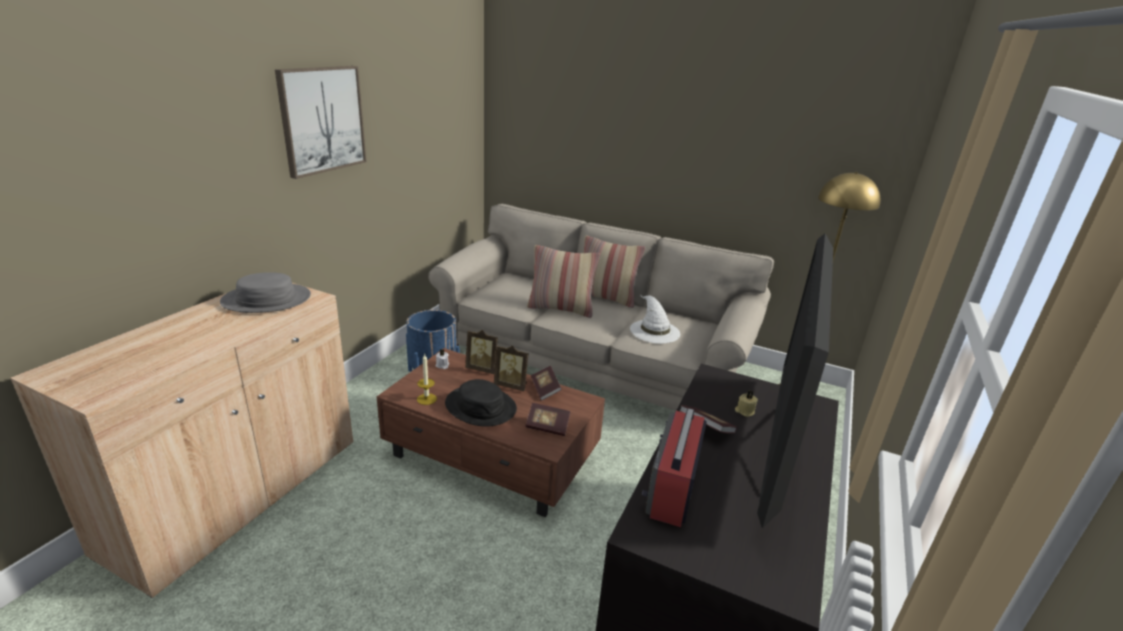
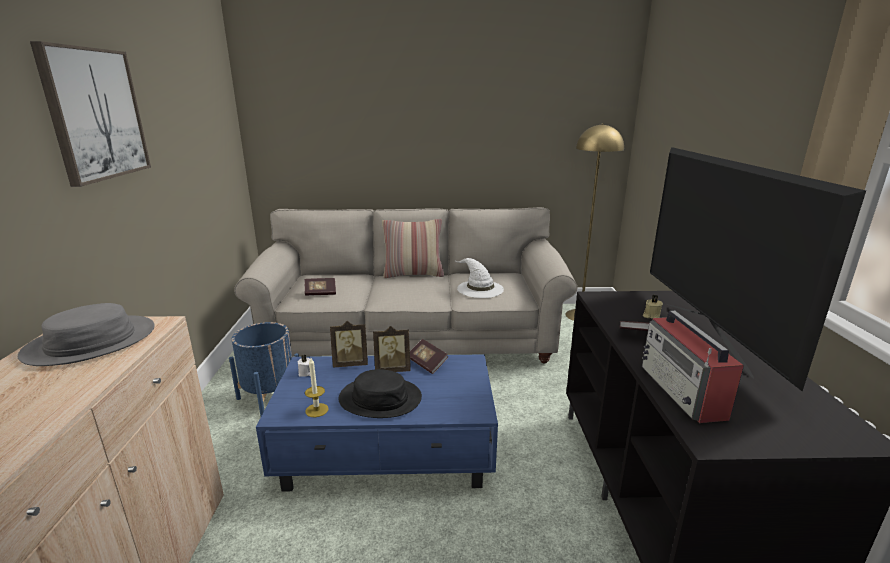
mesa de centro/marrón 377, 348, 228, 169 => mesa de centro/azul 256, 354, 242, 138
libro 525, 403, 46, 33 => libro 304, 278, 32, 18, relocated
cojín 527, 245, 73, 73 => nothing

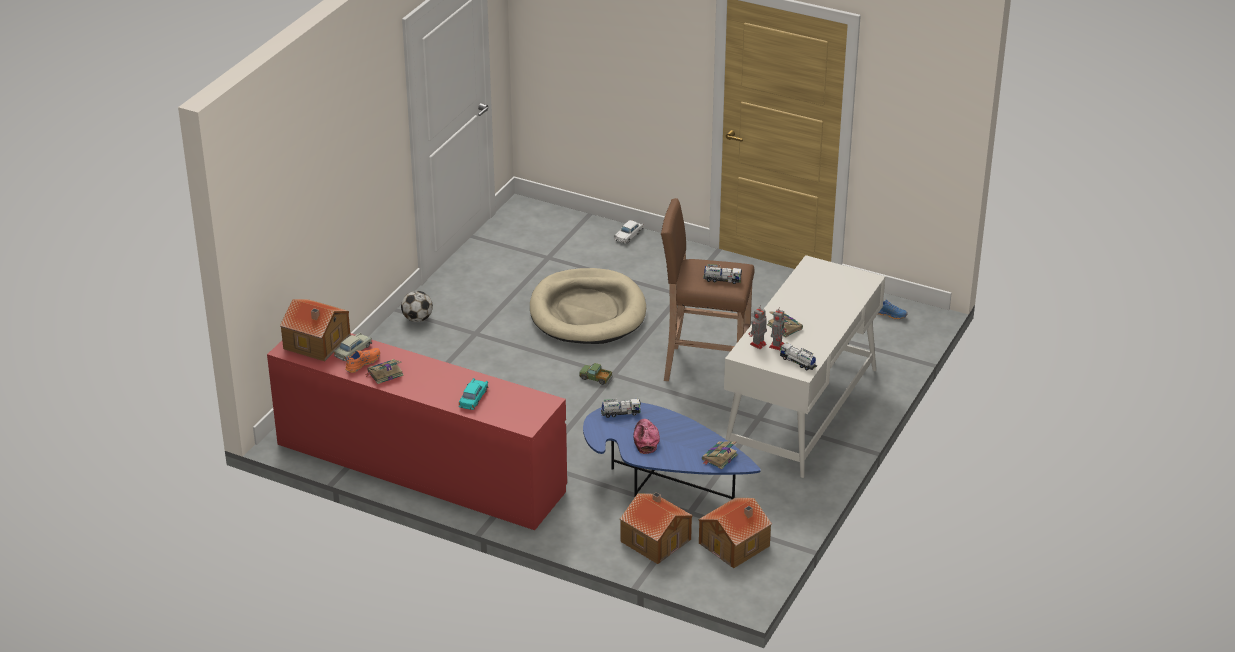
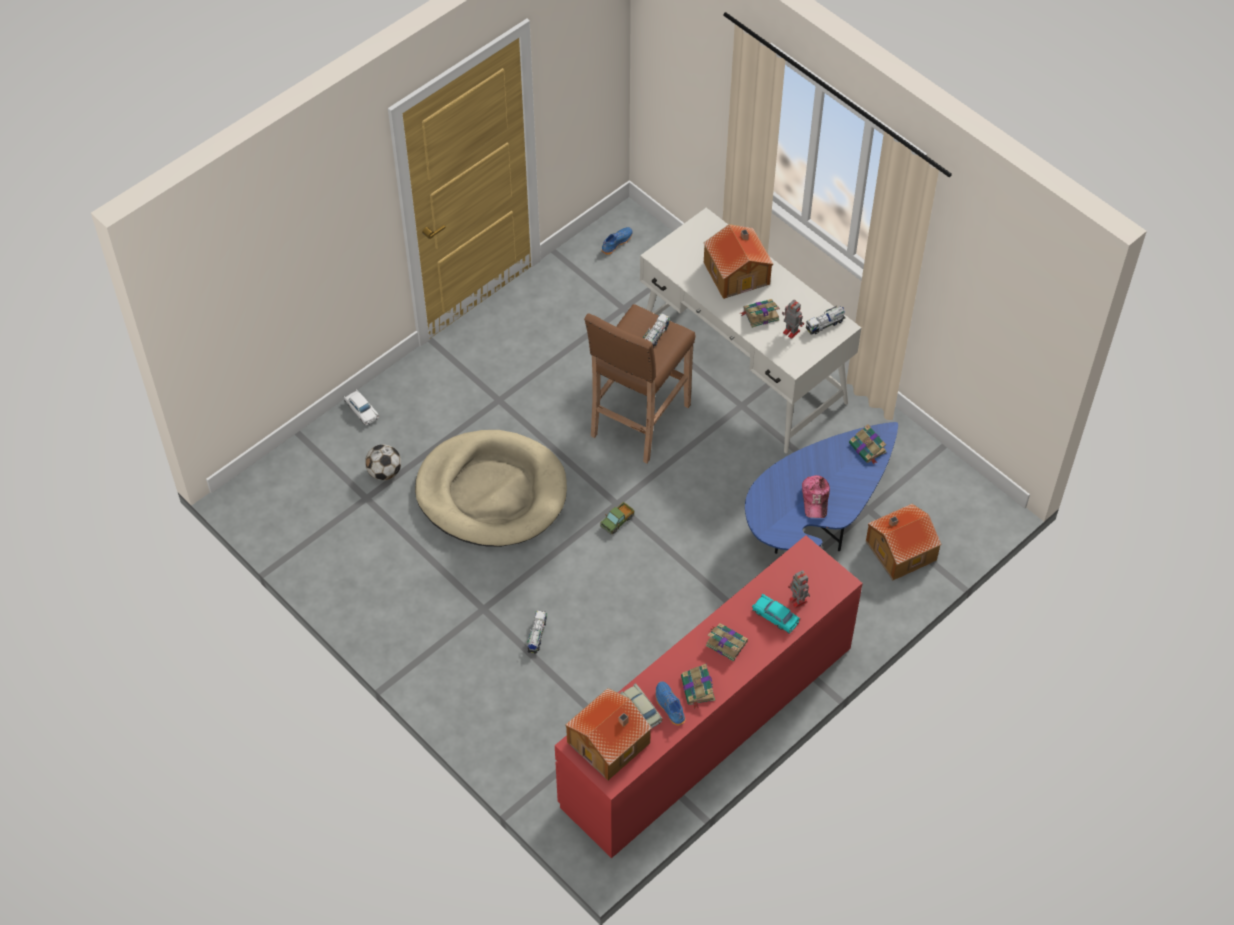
balón de fútbol 401, 291, 32, 31 => balón de fútbol 365, 444, 36, 36, relocated
camión de juguete 601, 398, 40, 20 => camión de juguete 528, 610, 19, 44, relocated
zapato/naranja 345, 348, 35, 25 => zapato/azul 655, 681, 31, 44
casita 698, 498, 74, 70 => casita 704, 224, 69, 75, relocated
nothing => libro 706, 623, 42, 39
robot de juguete 749, 306, 18, 43 => robot de juguete 788, 570, 22, 39, relocated
gorra 633, 419, 27, 35 => gorra 802, 475, 28, 43, 105 degrees counterclockwise

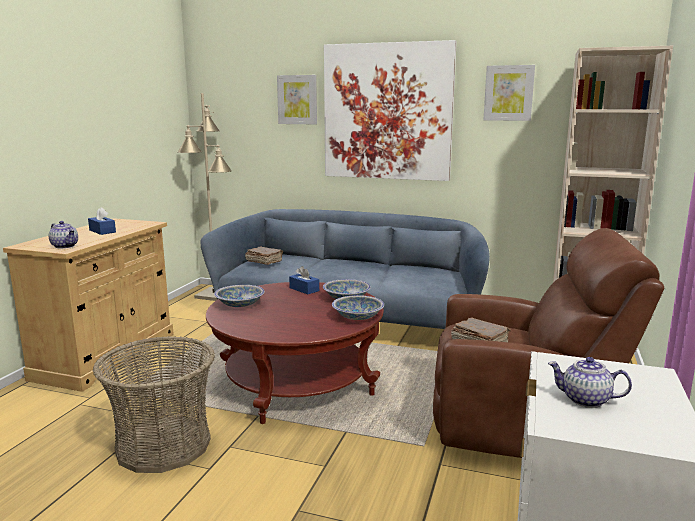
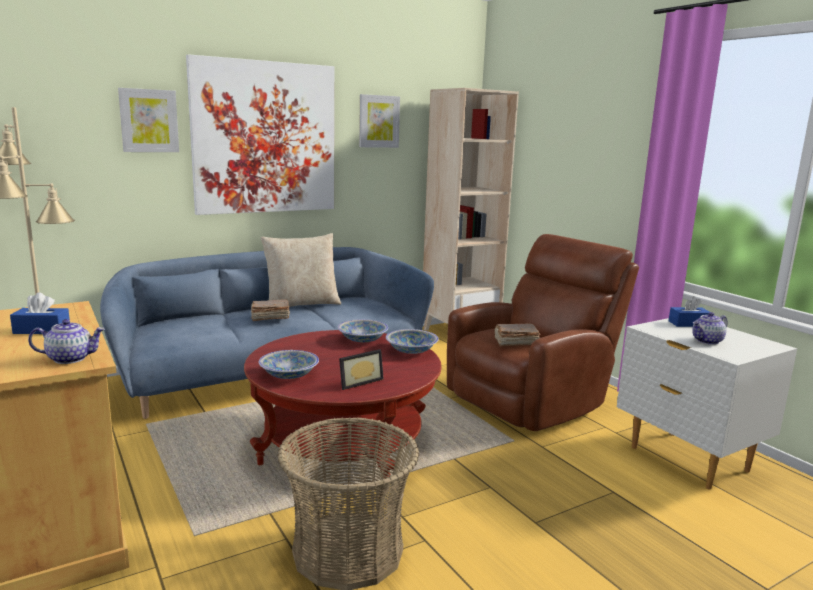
libro/marrón 245, 246, 38, 19 => libro/marrón 251, 299, 39, 22, relocated
nothing => cojín/beis 261, 233, 80, 74
nothing => portarretratos 339, 349, 45, 41
caja de pañuelos/azul 289, 266, 30, 28 => caja de pañuelos/azul 669, 296, 41, 31, relocated

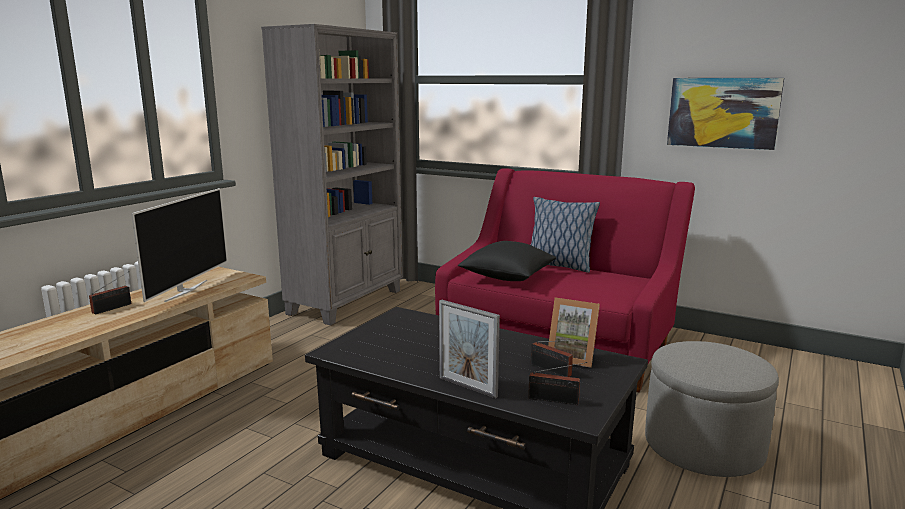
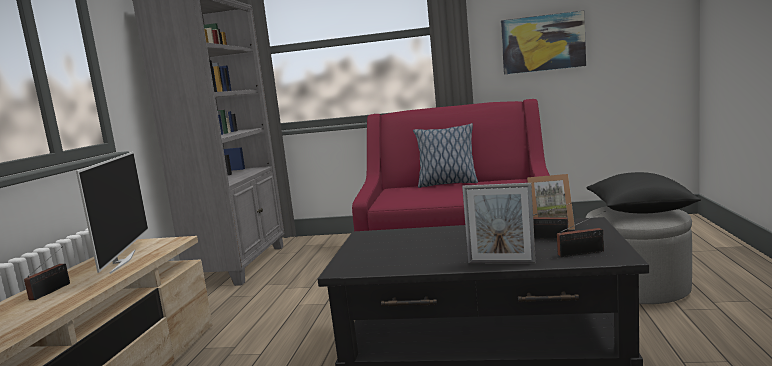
cojín/negro 458, 241, 98, 40 => cojín/negro 587, 172, 114, 41, relocated

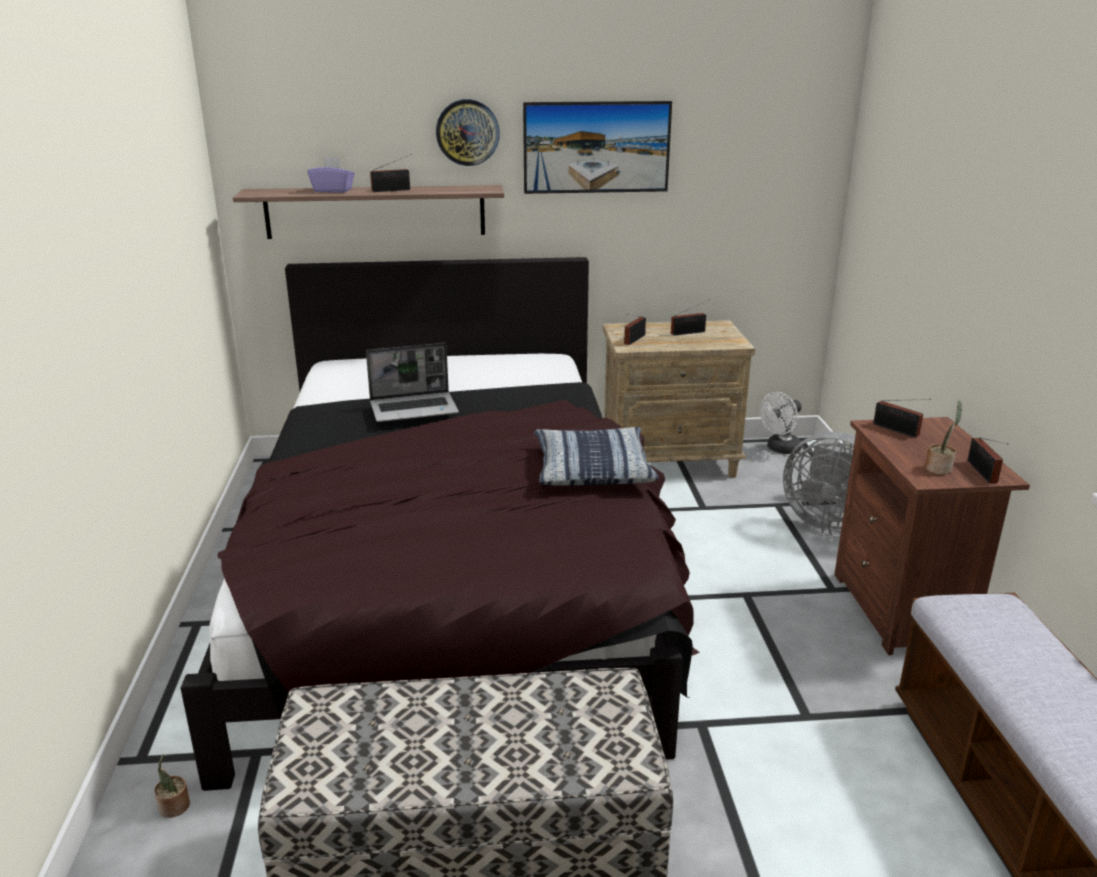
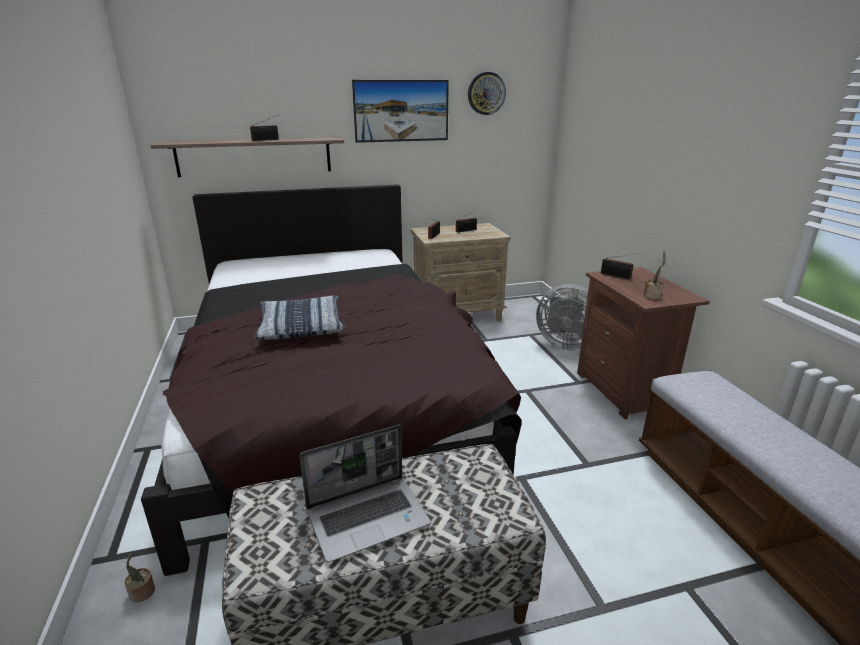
cojín 534, 427, 125, 58 => cojín 255, 295, 90, 45, relocated
portátil 366, 343, 93, 79 => portátil 300, 425, 131, 138, relocated
reloj de pared 436, 99, 64, 67 => reloj de pared 468, 72, 38, 43, relocated
caja de pañuelos/morado 308, 157, 47, 36 => nothing
ventilador/blanco 759, 392, 43, 62 => nothing
radio 968, 437, 40, 46 => nothing

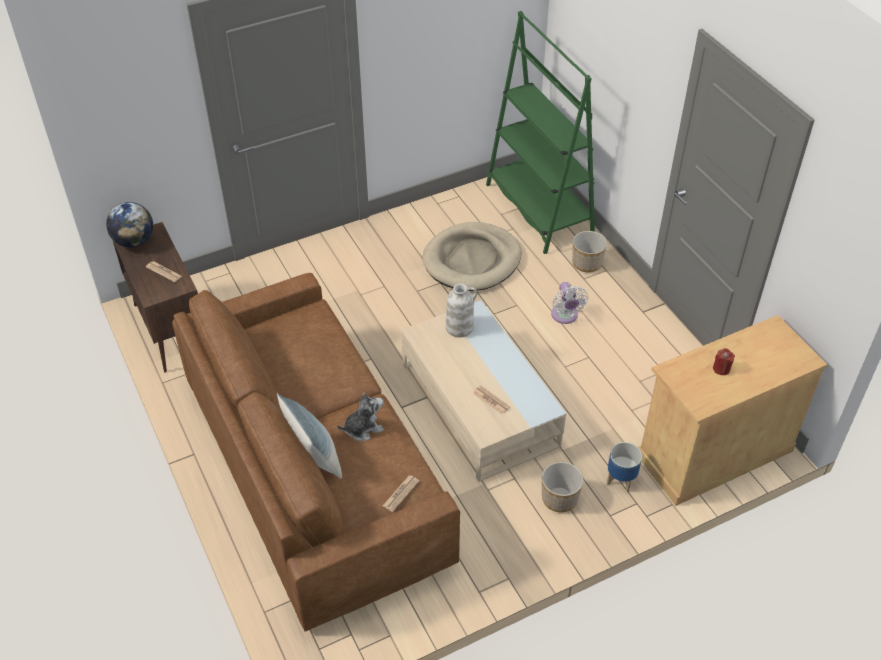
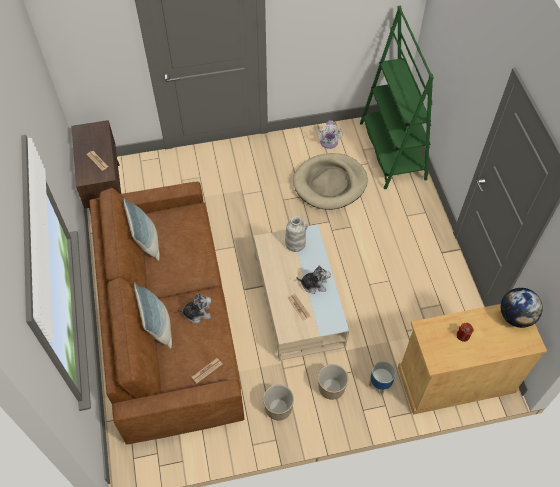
nothing => cojín 124, 198, 36, 63
maceta 572, 231, 35, 41 => maceta 263, 384, 31, 36, relocated
nothing => peluche 297, 265, 34, 29
ventilador/blanco 551, 282, 37, 42 => ventilador/blanco 318, 120, 25, 29, relocated
globo terráqueo 106, 202, 47, 46 => globo terráqueo 501, 288, 42, 40, relocated

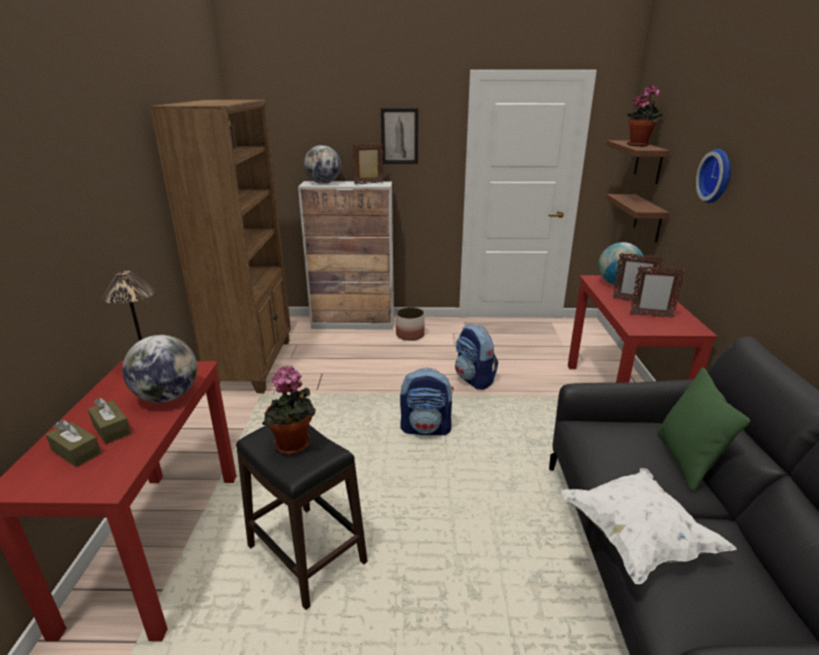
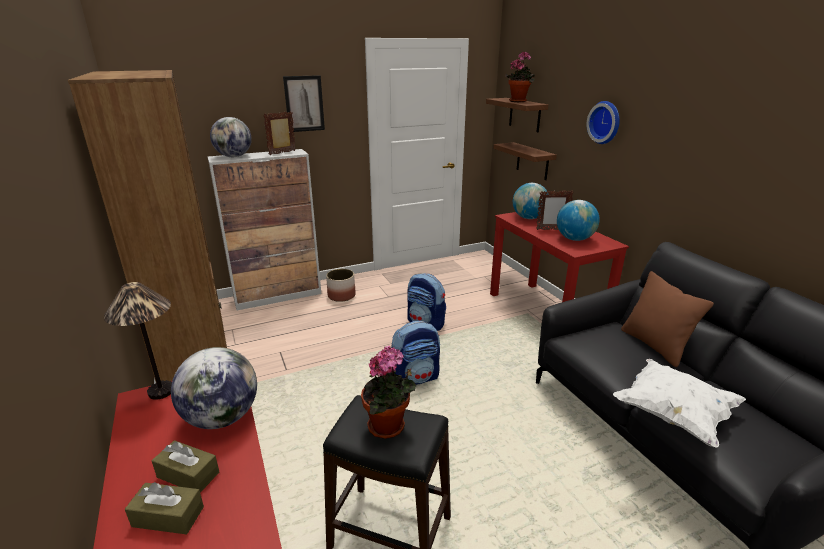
portarretratos 630, 266, 55, 52 => globo terráqueo 557, 200, 43, 41
cojín/verde 657, 367, 93, 125 => cojín/marrón 621, 271, 93, 96

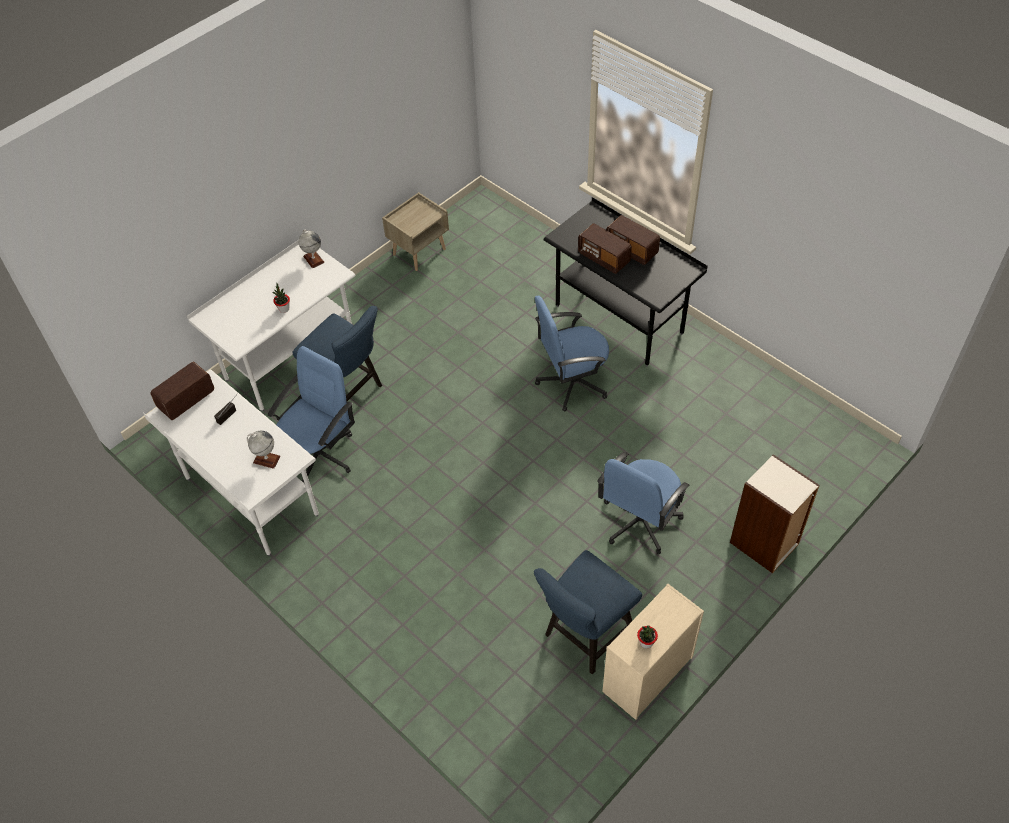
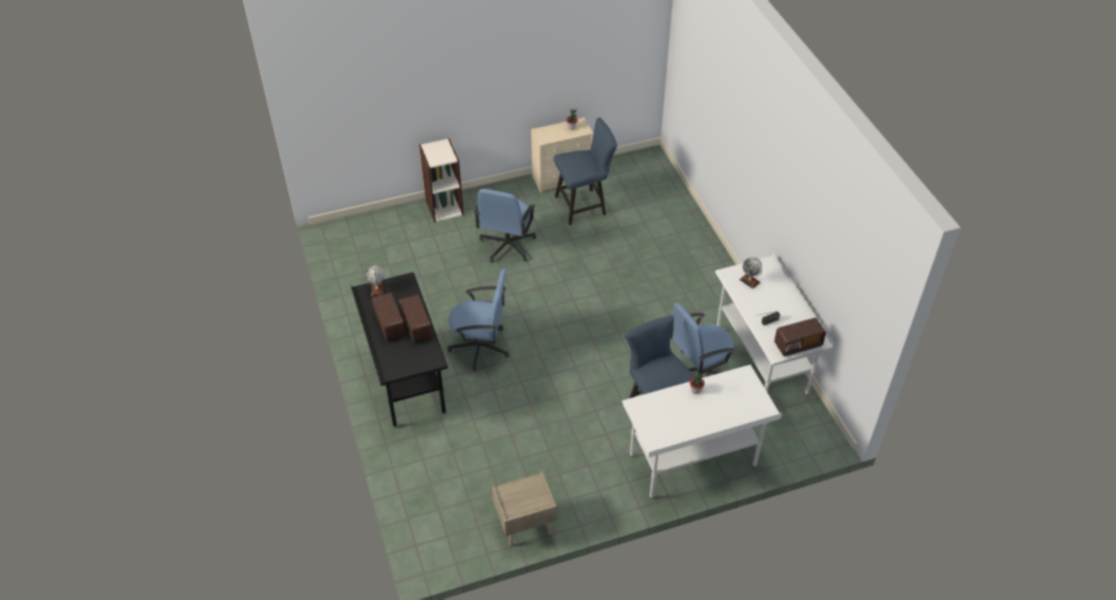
globo terráqueo 298, 230, 27, 38 => globo terráqueo 365, 265, 19, 32, relocated
silla de oficina/azul 597, 452, 93, 102 => silla de oficina/azul 474, 189, 62, 74, 135 degrees clockwise

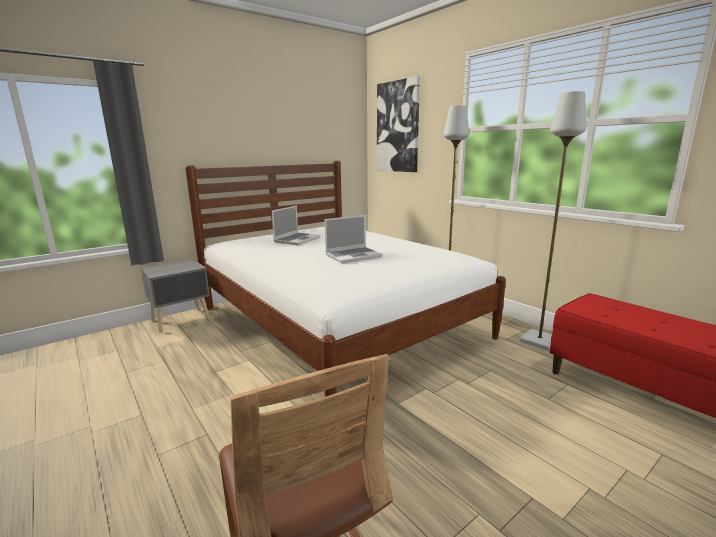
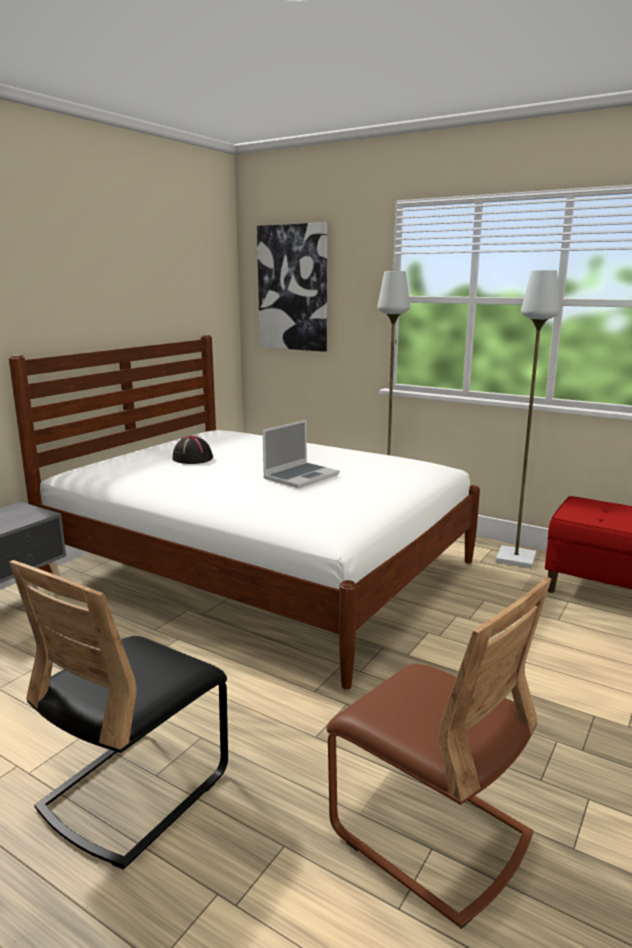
nothing => silla/negro 9, 560, 219, 310
portátil 272, 206, 48, 39 => sombrero/negro 172, 435, 41, 29

